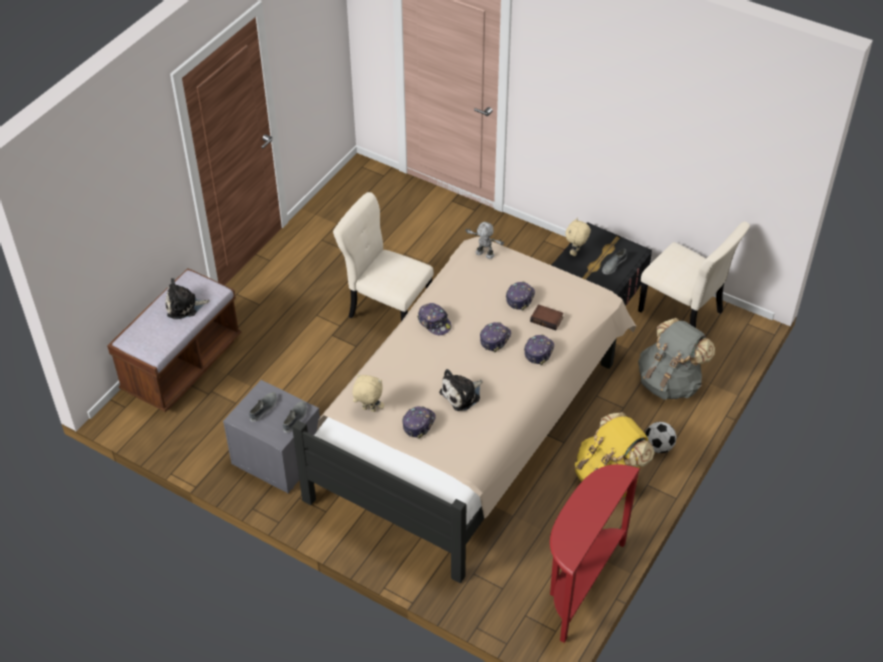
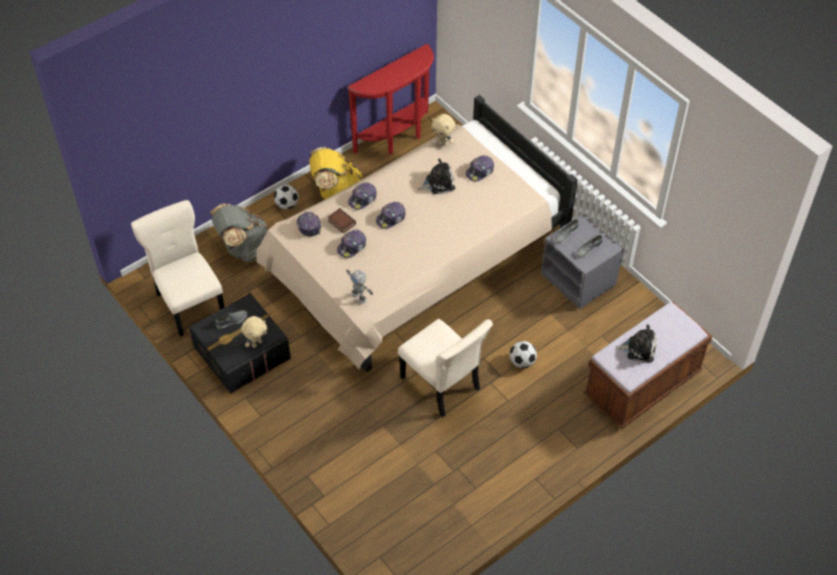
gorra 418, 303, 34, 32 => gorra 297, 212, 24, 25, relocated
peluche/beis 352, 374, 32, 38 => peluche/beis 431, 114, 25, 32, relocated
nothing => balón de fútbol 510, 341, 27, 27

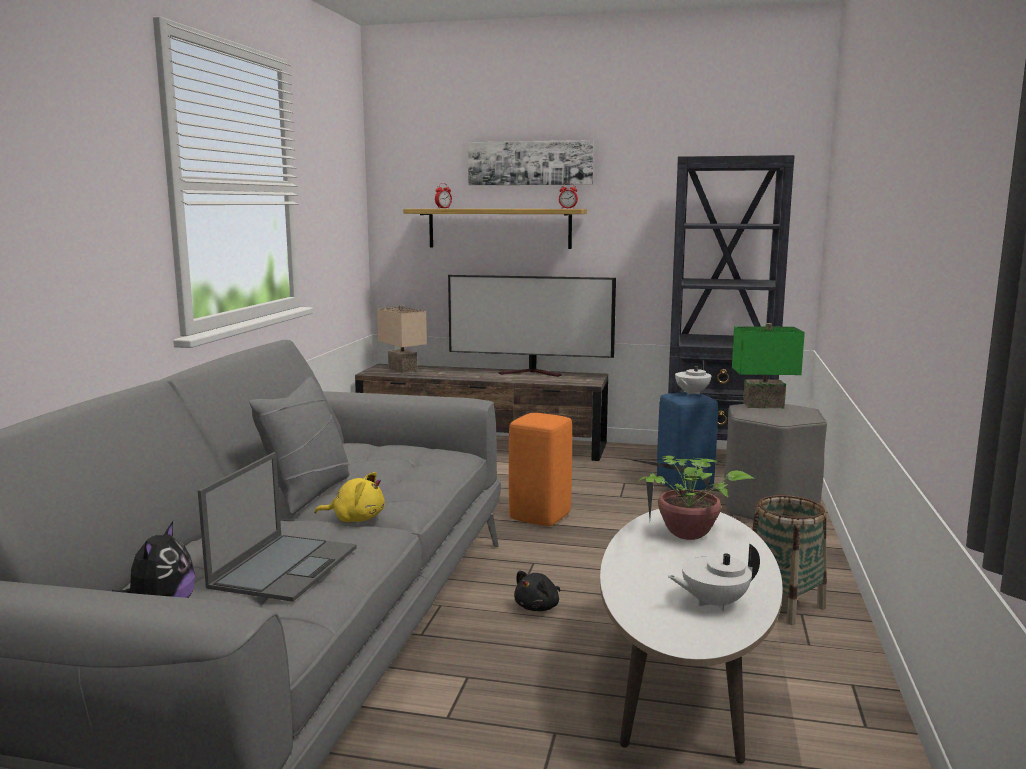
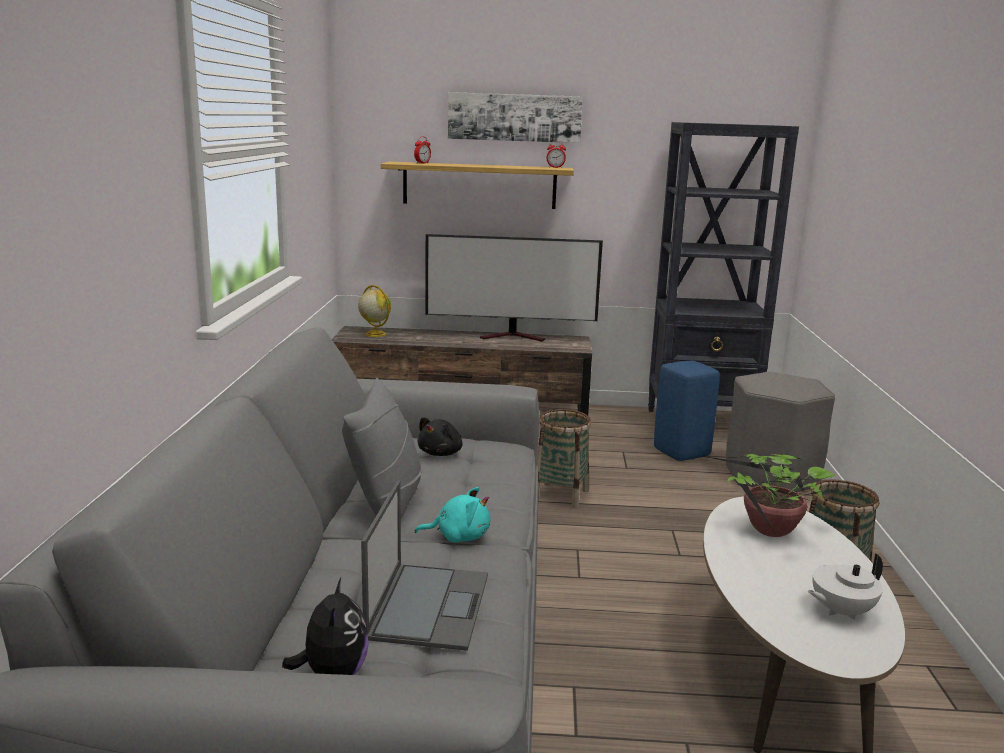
lámpara de mesa/beis 377, 305, 50, 68 => globo terráqueo 358, 285, 33, 52
peluche/amarillo 314, 472, 71, 50 => peluche/turquesa 415, 487, 76, 56
peluche/negro 514, 571, 46, 40 => peluche/negro 417, 417, 46, 39, relocated
taburete/naranja 509, 413, 63, 113 => cesta 537, 409, 54, 100
tetera/blanco 675, 360, 36, 35 => nothing
lámpara de mesa/verde 732, 323, 73, 85 => nothing

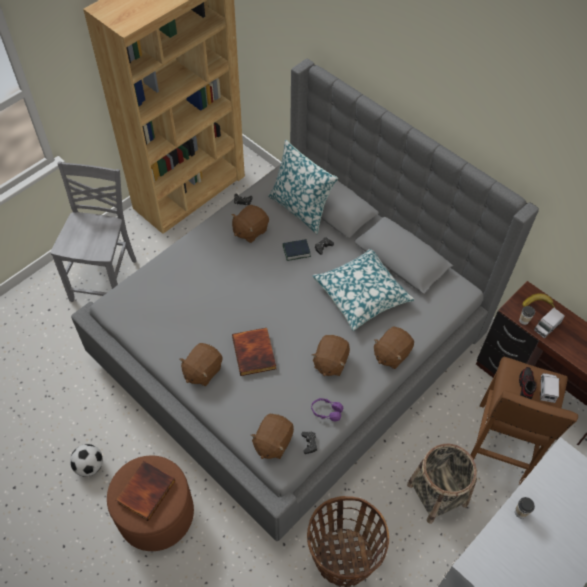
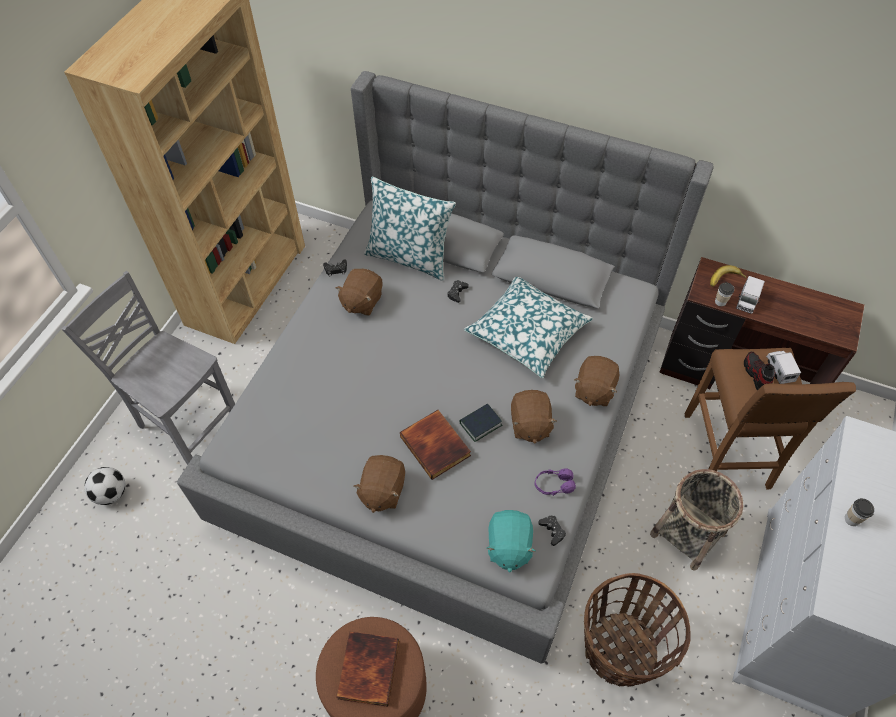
silla/gris 50, 162, 87, 140 => silla/gris 62, 271, 173, 194, 45 degrees counterclockwise
balón de fútbol 70, 444, 33, 33 => balón de fútbol 84, 467, 41, 38, relocated
libro 283, 239, 28, 22 => libro 459, 403, 43, 39, relocated
peluche/marrón 251, 414, 43, 45 => peluche/turquesa 486, 510, 50, 63

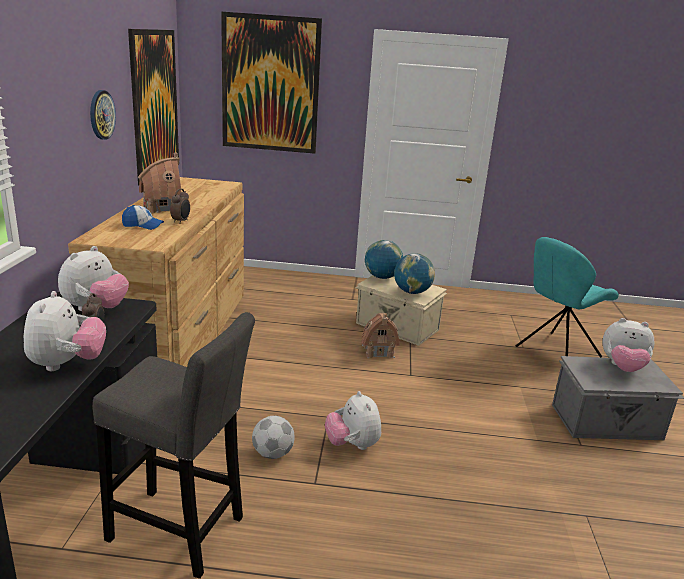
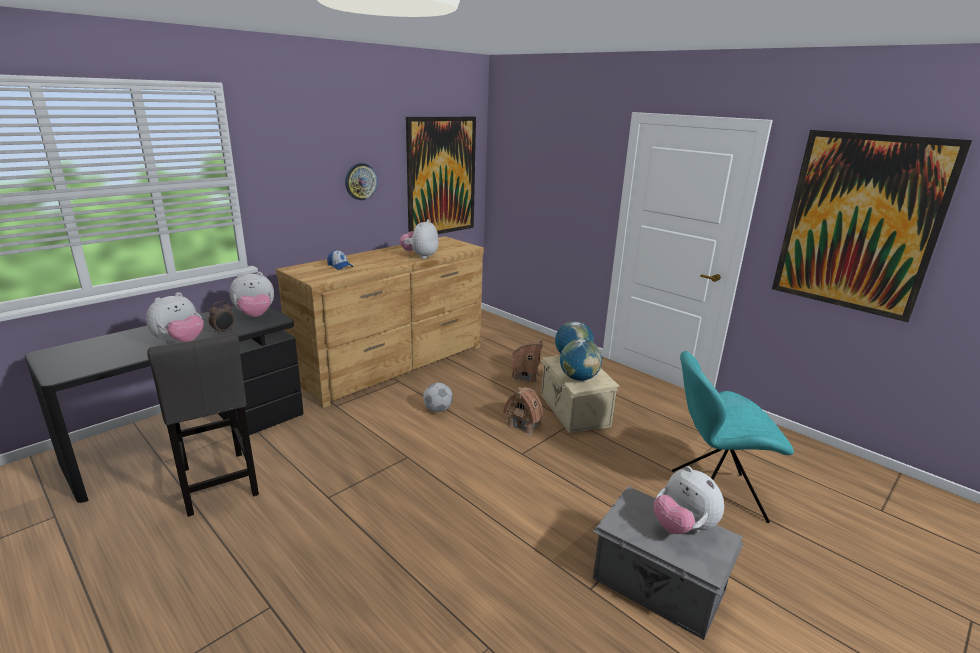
peluche 325, 391, 56, 59 => peluche 400, 219, 38, 40, relocated
balón de fútbol 252, 416, 43, 43 => balón de fútbol 423, 383, 30, 29, relocated
casita 138, 153, 43, 61 => casita 512, 340, 31, 42, relocated
cuadro 221, 12, 101, 142 => cuadro 772, 130, 200, 192, relocated
despertador 170, 189, 20, 35 => nothing

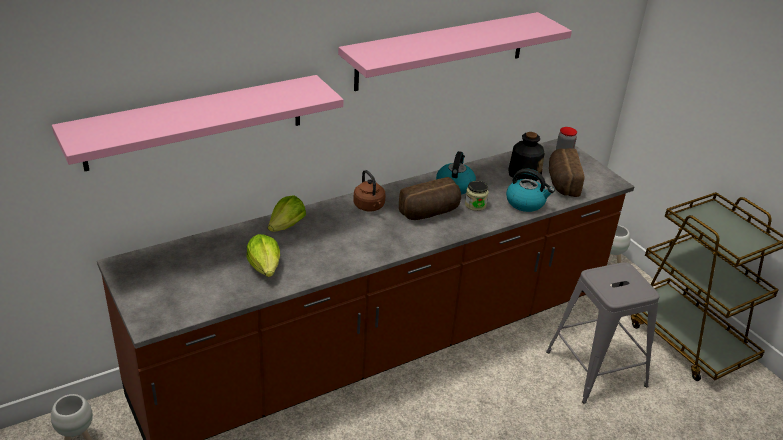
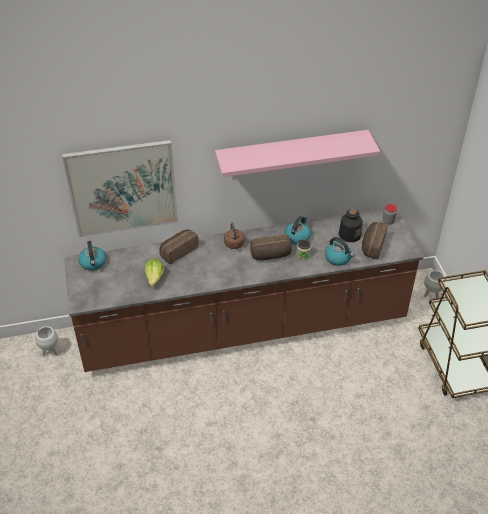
estante/rosa 52, 75, 292, 96 => cuadro 62, 140, 116, 97
nothing => hervidor 78, 241, 28, 29
lechuga 268, 195, 38, 37 => pan 159, 229, 39, 35
taburete/gris 546, 262, 114, 142 => nothing

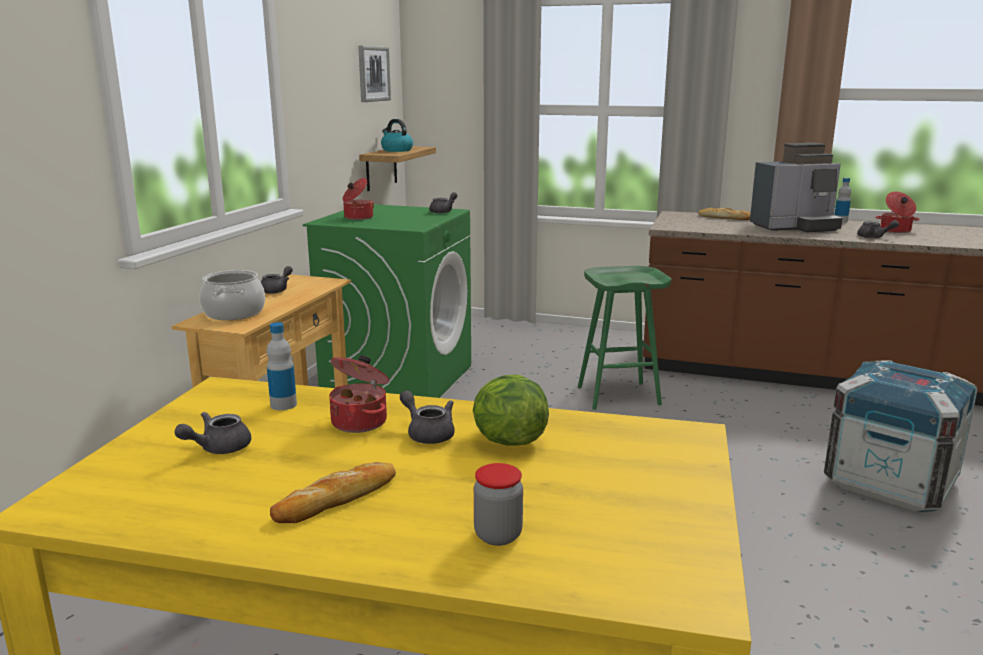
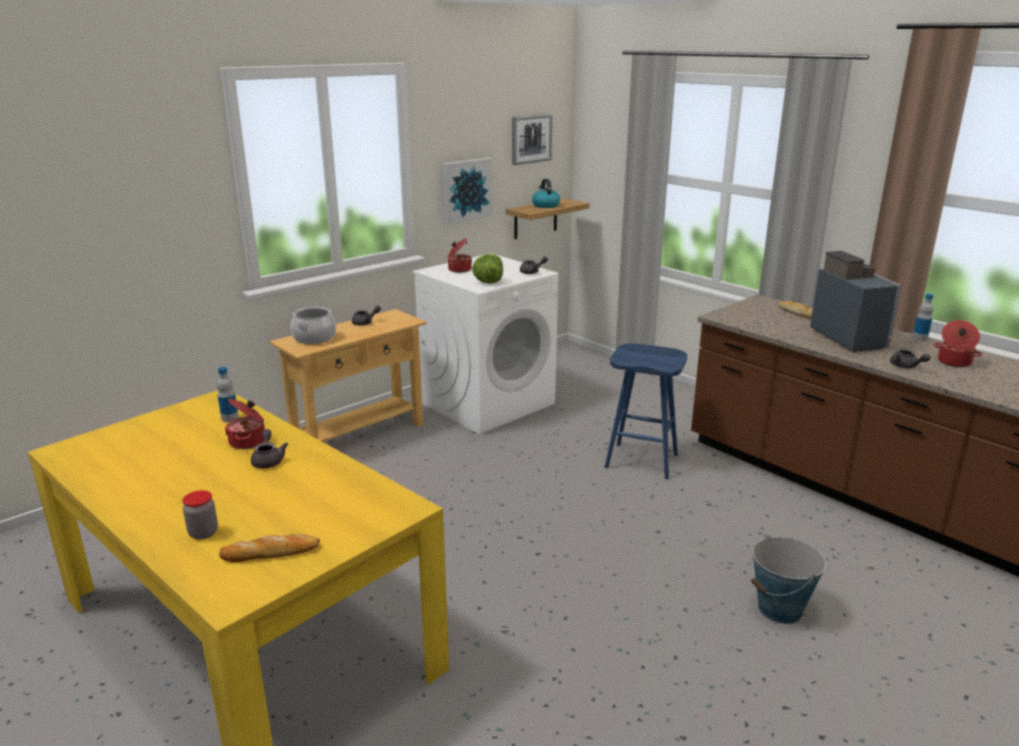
pan 270, 462, 126, 61 => pan 219, 533, 101, 30, relocated
lavadora/verde 303, 204, 168, 194 => lavadora/blanco 412, 253, 146, 181
nothing => cuadro 443, 158, 49, 66
lechuga 473, 374, 76, 72 => lechuga 472, 254, 31, 29, relocated
taburete/verde 578, 266, 93, 144 => taburete/azul 605, 343, 82, 137
caja de embalaje 824, 360, 154, 152 => cubo 750, 535, 76, 89
cafetera 750, 143, 93, 89 => cafetera 810, 251, 92, 101, 120 degrees counterclockwise
tetera/gris 175, 412, 76, 42 => nothing

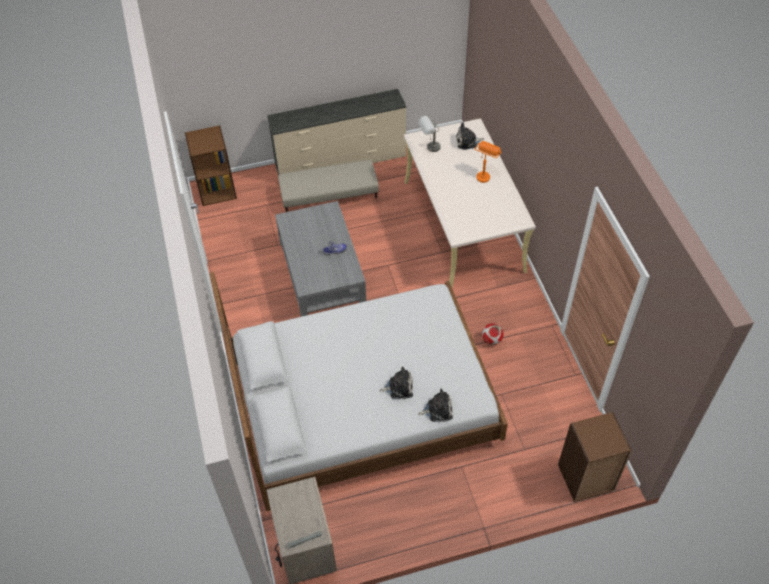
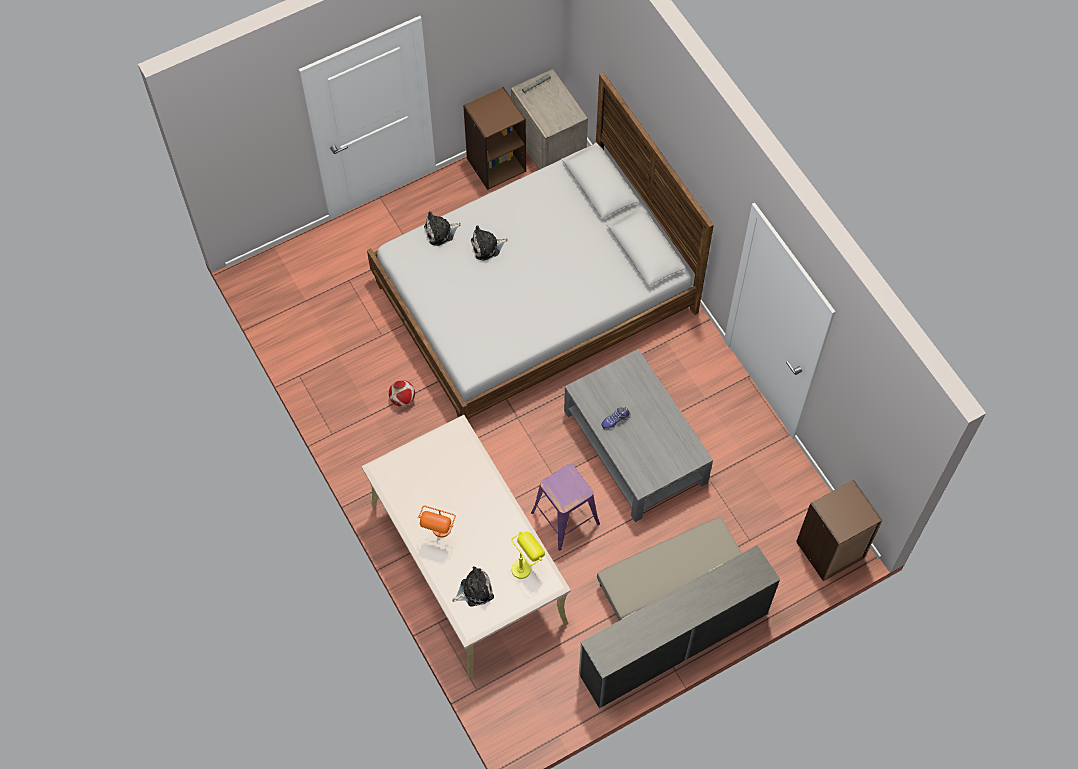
estantería/marrón 558, 412, 74, 90 => estantería/marrón 463, 87, 63, 103, relocated
lámpara de mesa/gris 418, 115, 23, 37 => lámpara de mesa/amarillo 511, 531, 34, 48
nothing => taburete/morado 531, 464, 69, 86

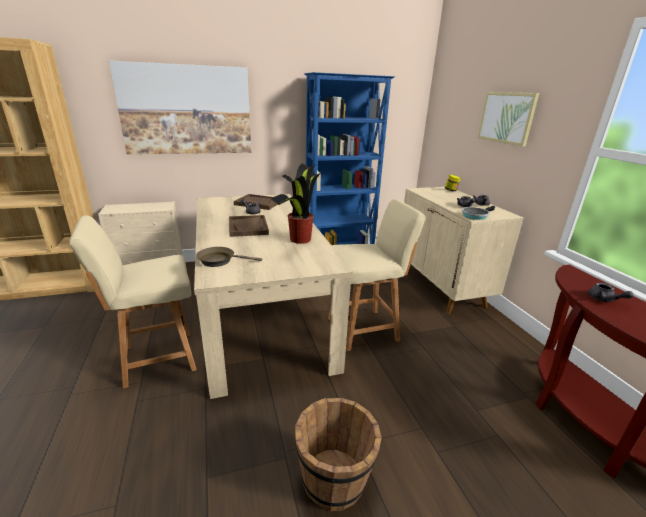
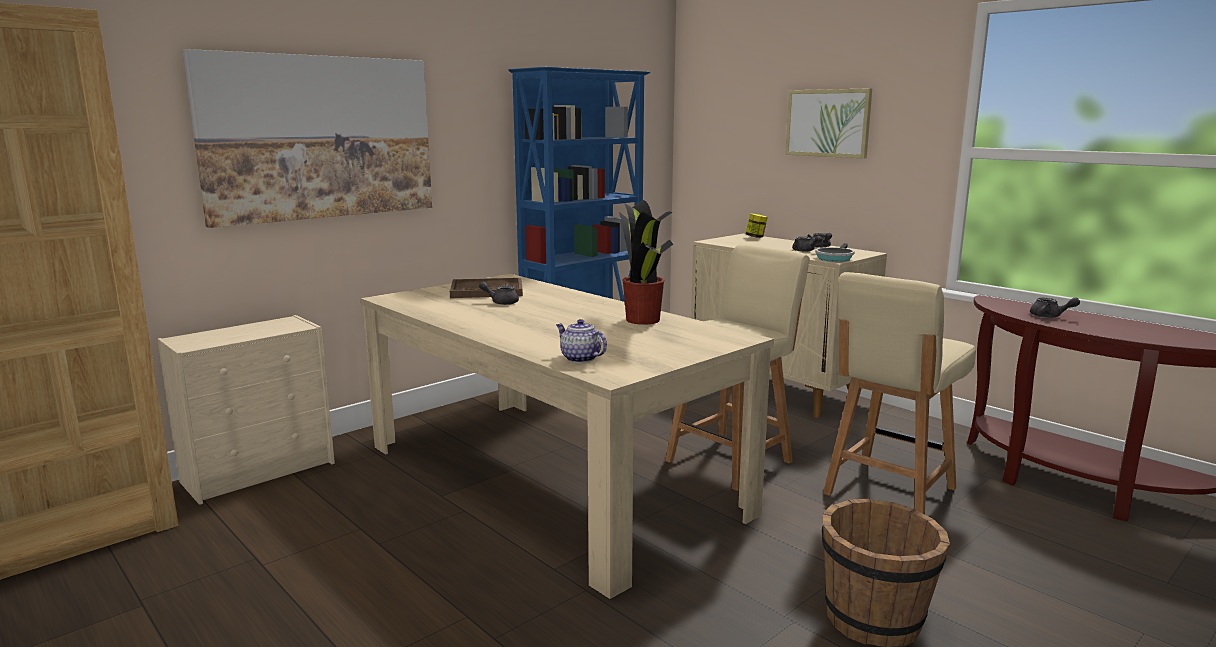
sartén/marrón 196, 247, 66, 20 => tetera 556, 319, 51, 44
silla/beis 69, 215, 127, 174 => silla/beis 823, 272, 153, 242, relocated
bandeja/marrón 229, 215, 40, 22 => nothing

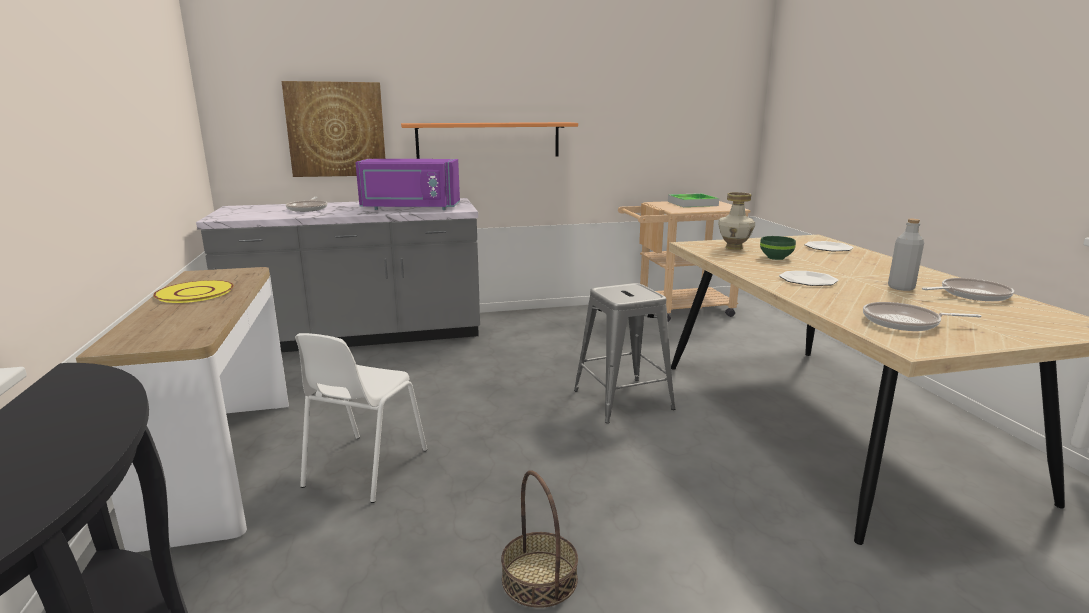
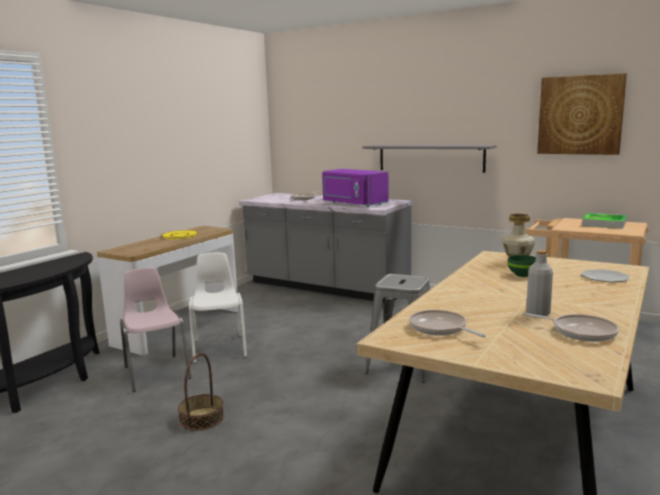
nothing => silla/rosa 120, 268, 71, 124
silla/blanco 295, 333, 132, 170 => silla/blanco 189, 252, 58, 111, 105 degrees clockwise
estante/naranja 401, 122, 177, 37 => estante/gris 362, 145, 135, 28
cuadro 282, 81, 103, 96 => cuadro 537, 73, 90, 82, relocated
plato 779, 271, 60, 15 => nothing

